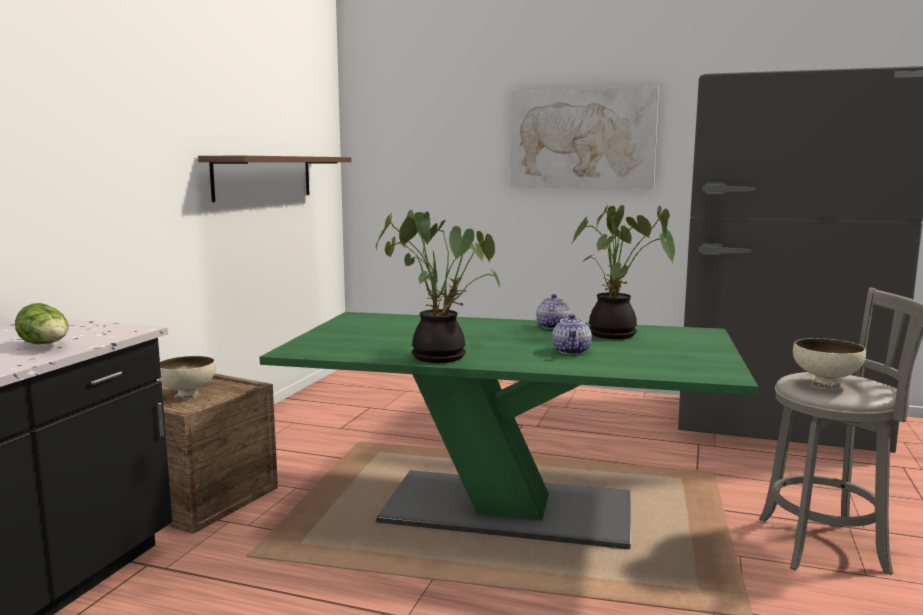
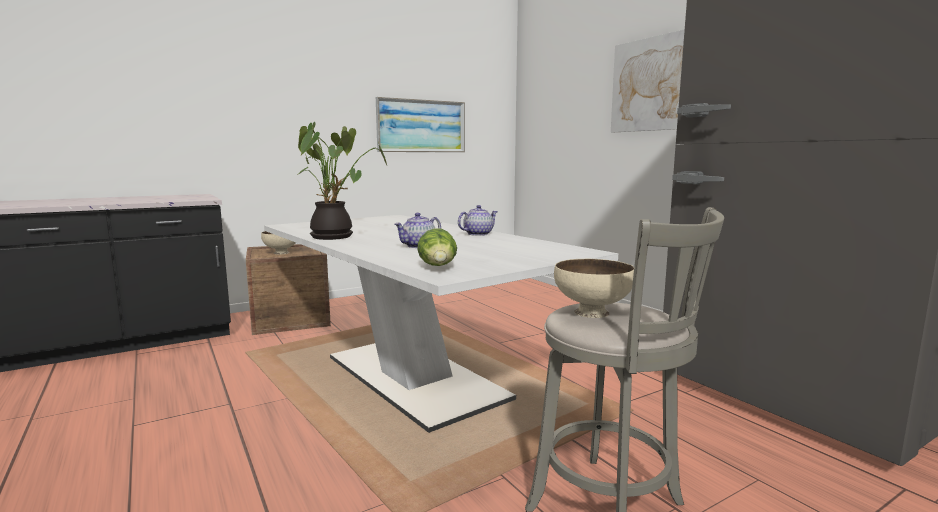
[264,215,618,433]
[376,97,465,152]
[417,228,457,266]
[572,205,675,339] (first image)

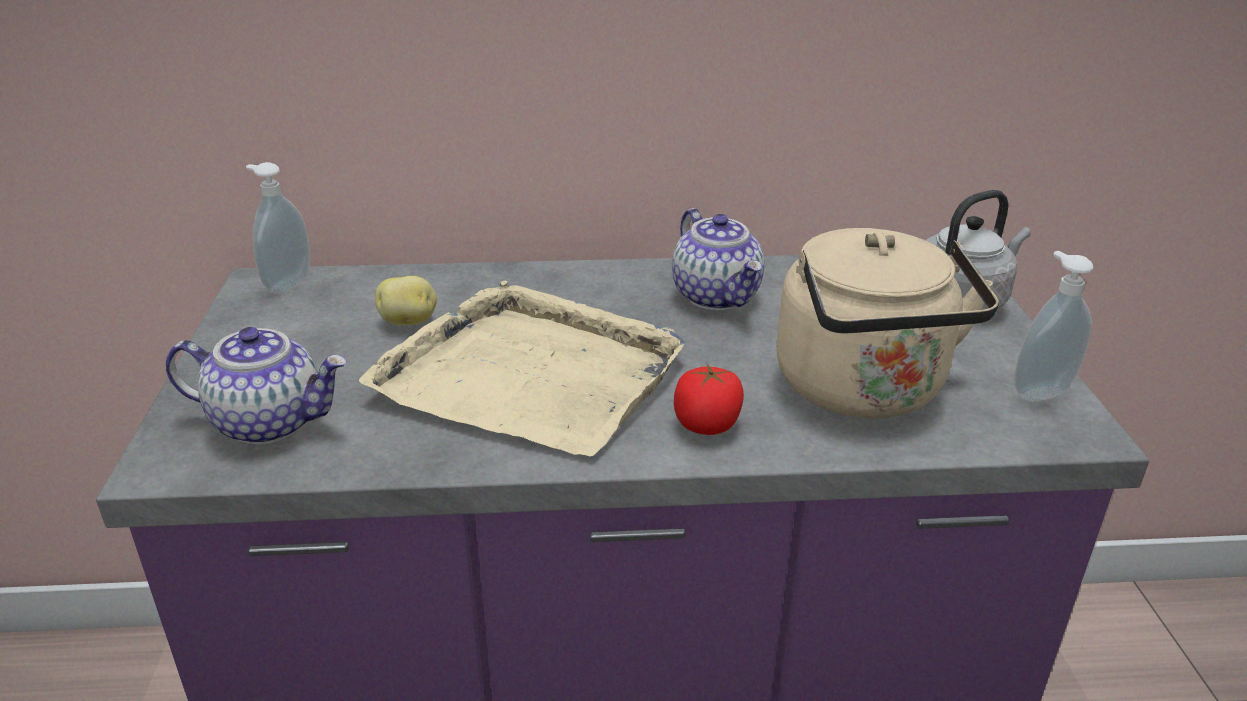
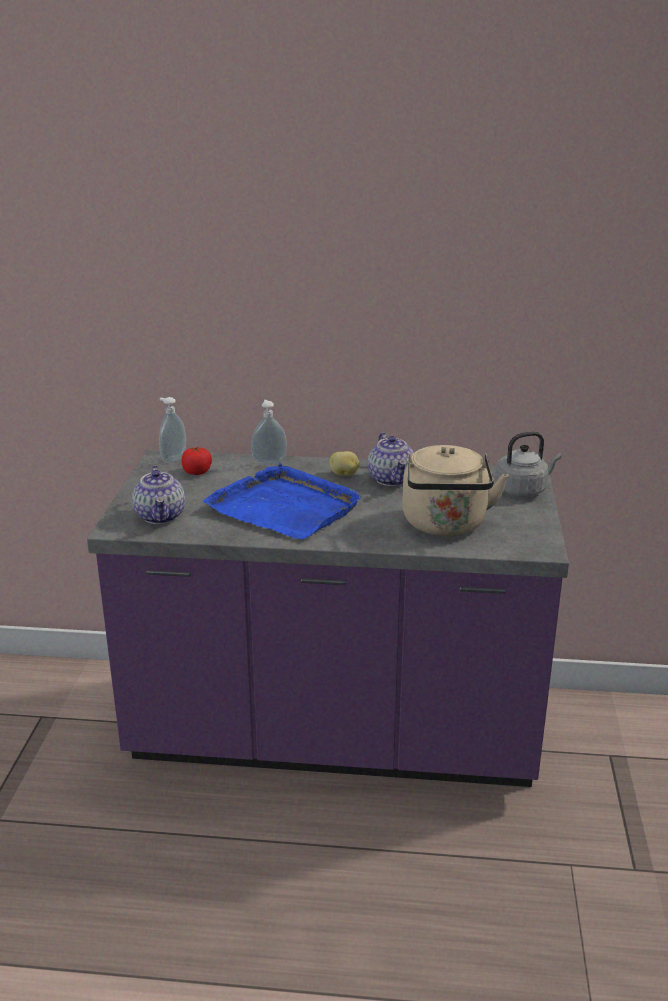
[132,466,185,524]
[182,447,212,475]
[203,463,362,540]
[251,400,287,466]
[329,451,359,476]

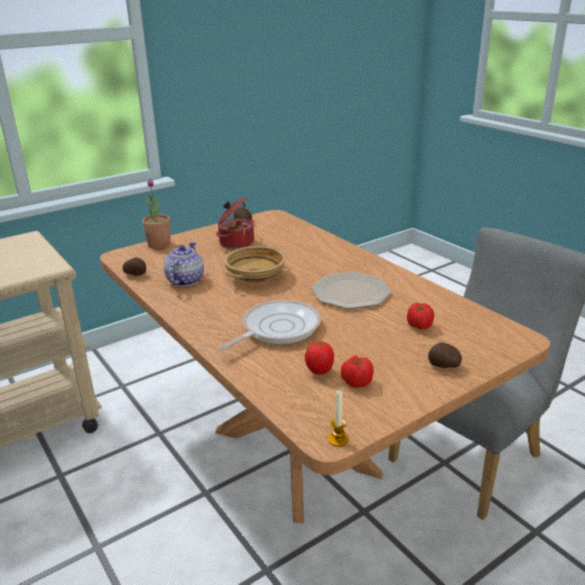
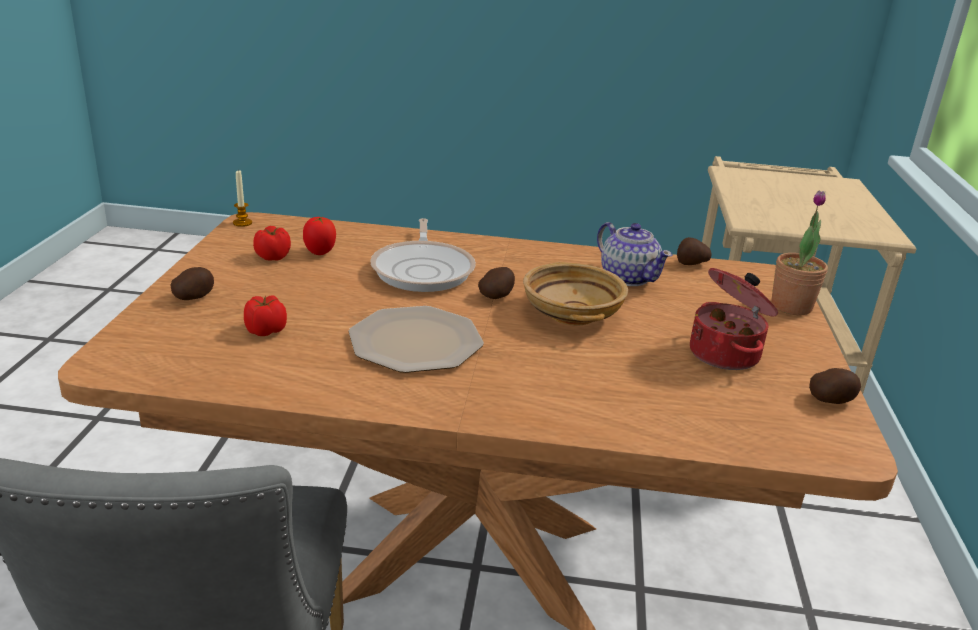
[478,267,515,299]

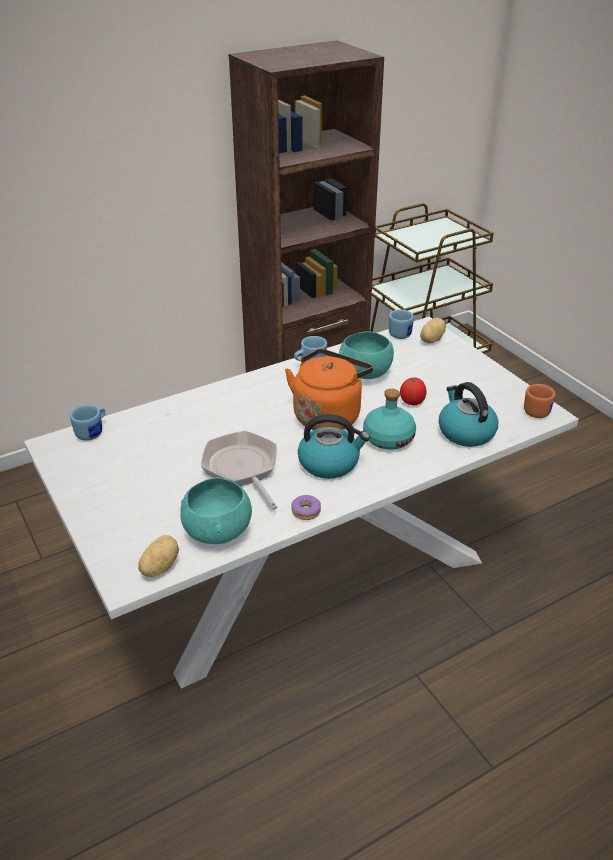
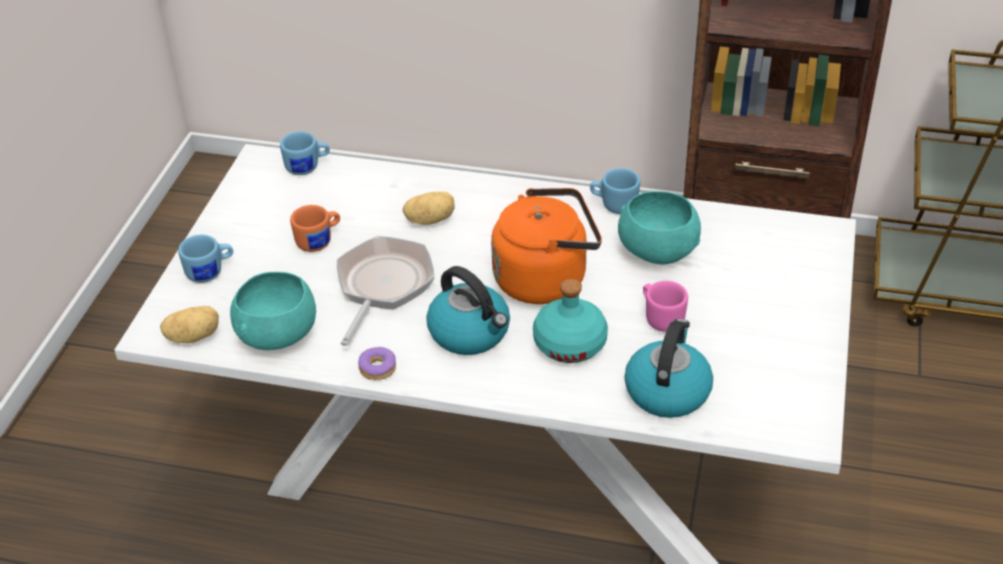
[178,235,233,283]
[290,205,340,252]
[403,192,455,225]
[643,281,688,332]

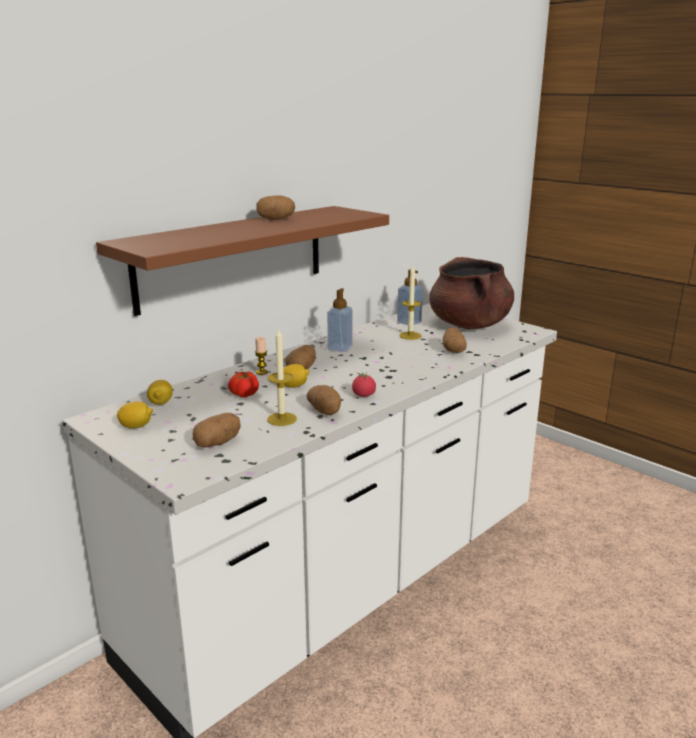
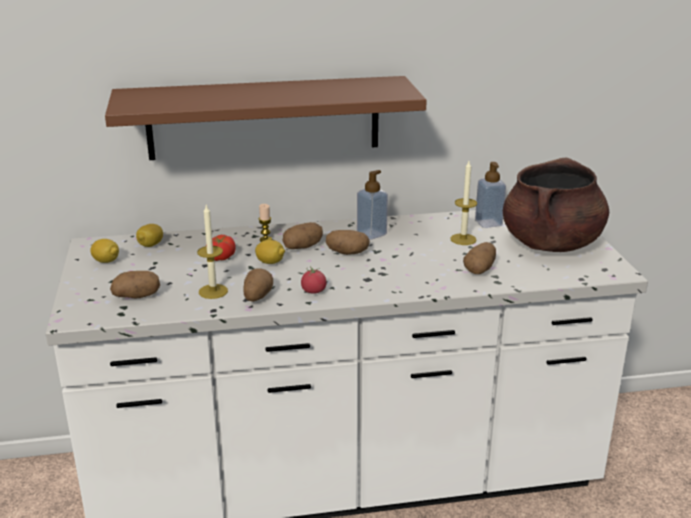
[326,230,370,255]

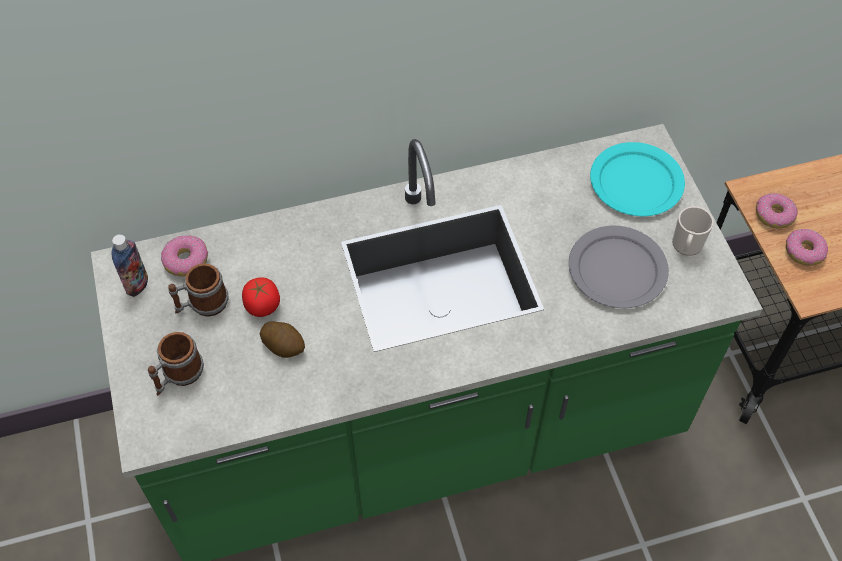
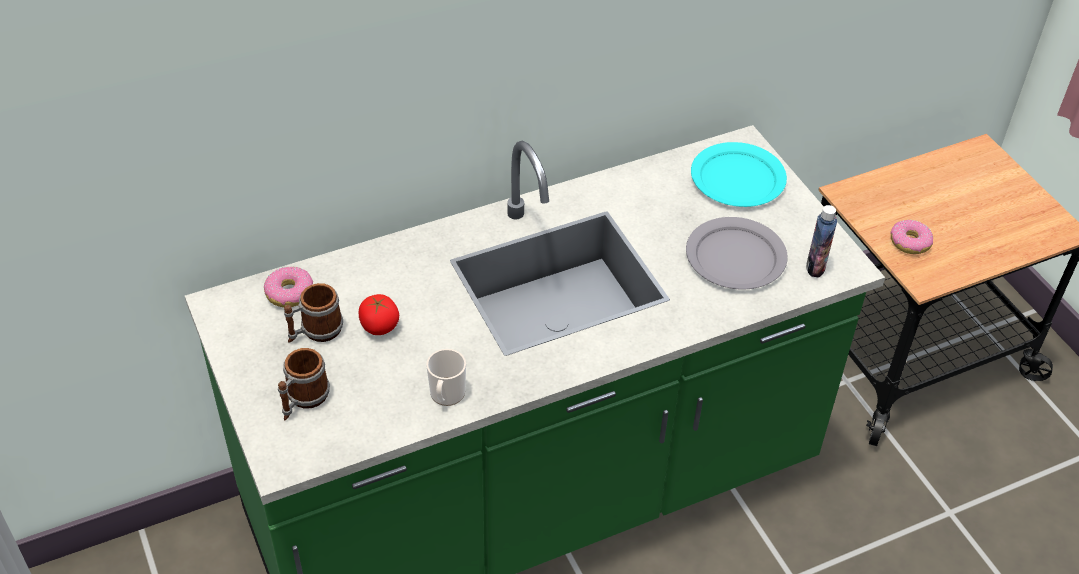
[426,349,466,406]
[806,205,837,278]
[260,321,305,358] (first image)
[756,193,798,229] (first image)

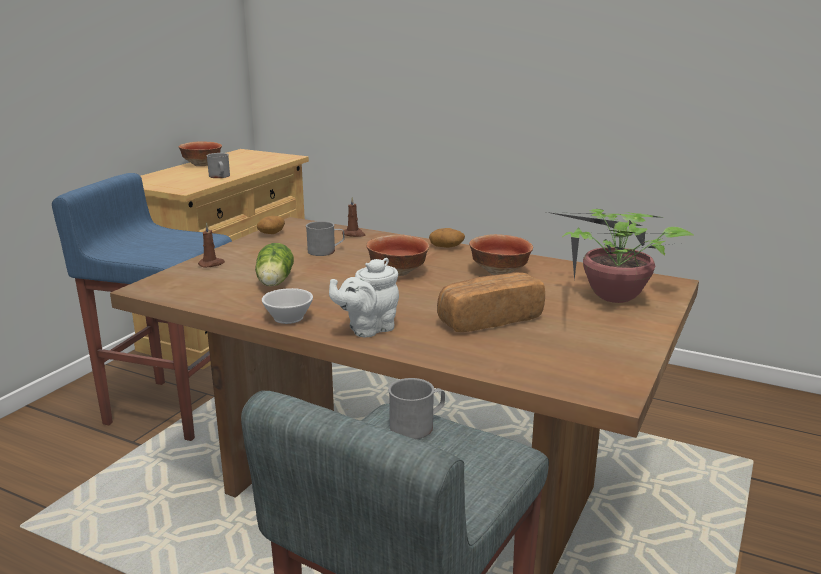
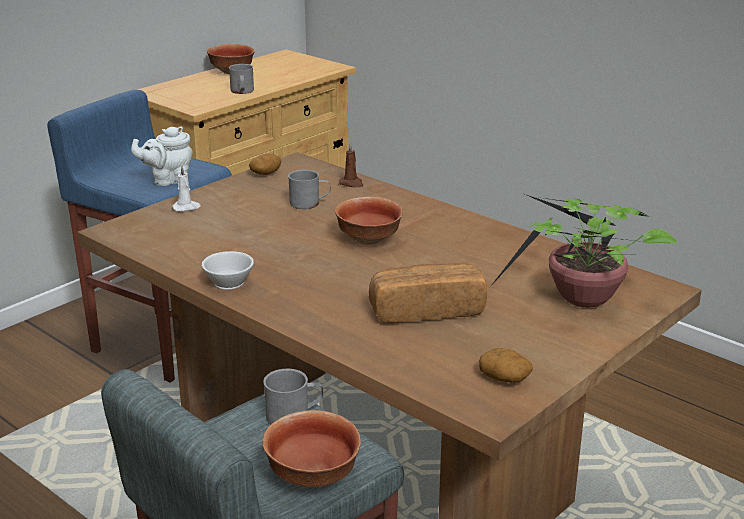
[131,126,193,186]
[172,166,201,211]
[262,410,361,487]
[479,348,533,383]
[255,243,294,287] (first image)

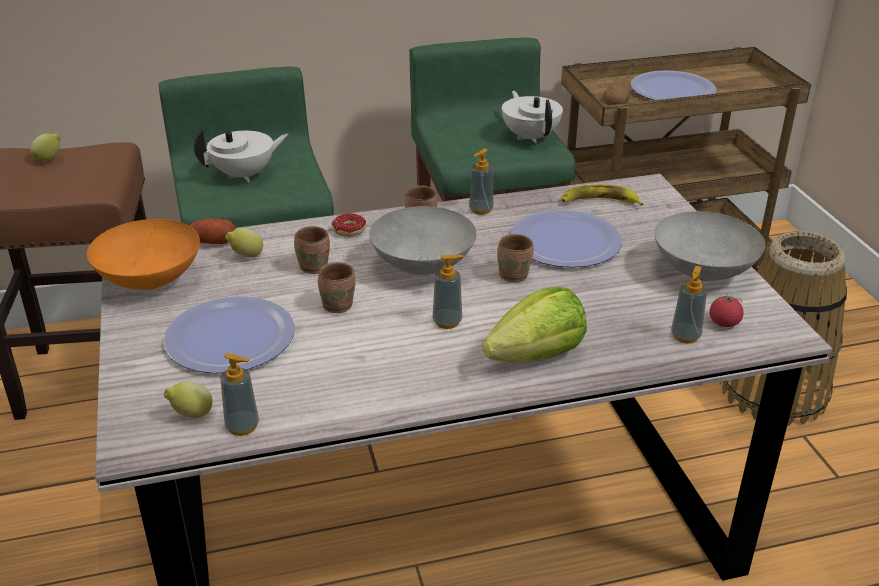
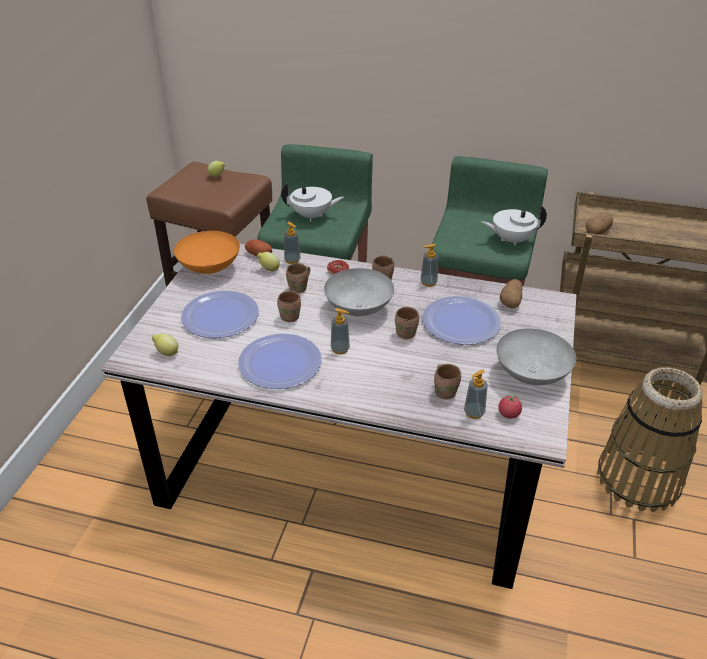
[238,334,322,389]
[284,222,301,264]
[434,364,461,400]
[481,205,547,246]
[500,279,522,308]
[483,287,587,362] (first image)

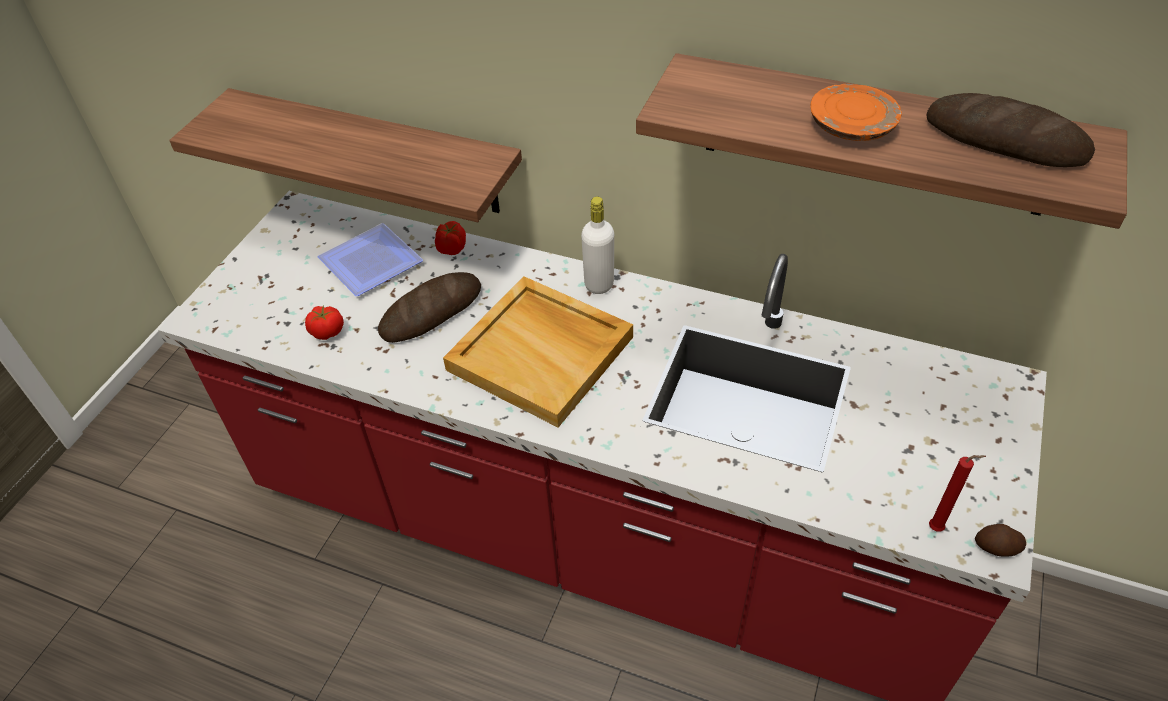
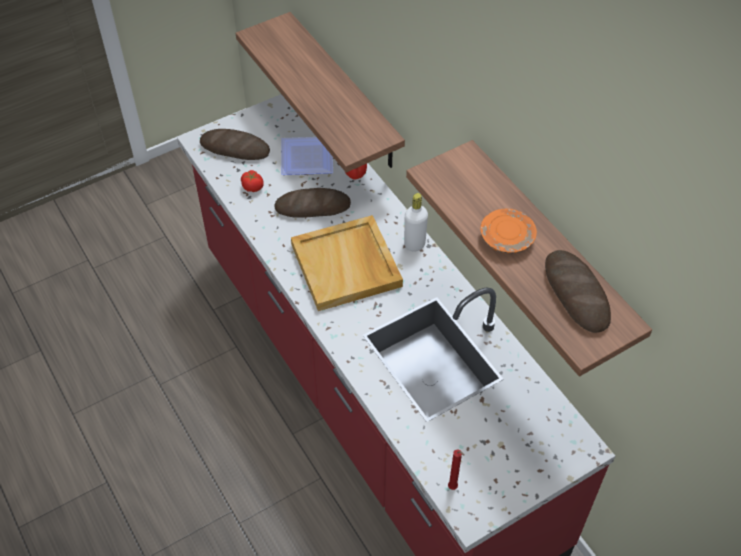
[200,129,270,160]
[975,524,1026,557] (first image)

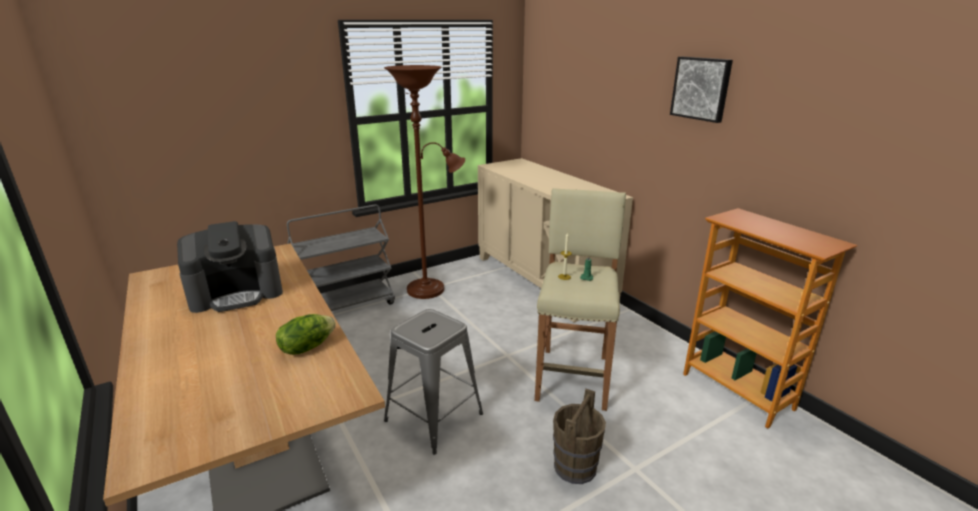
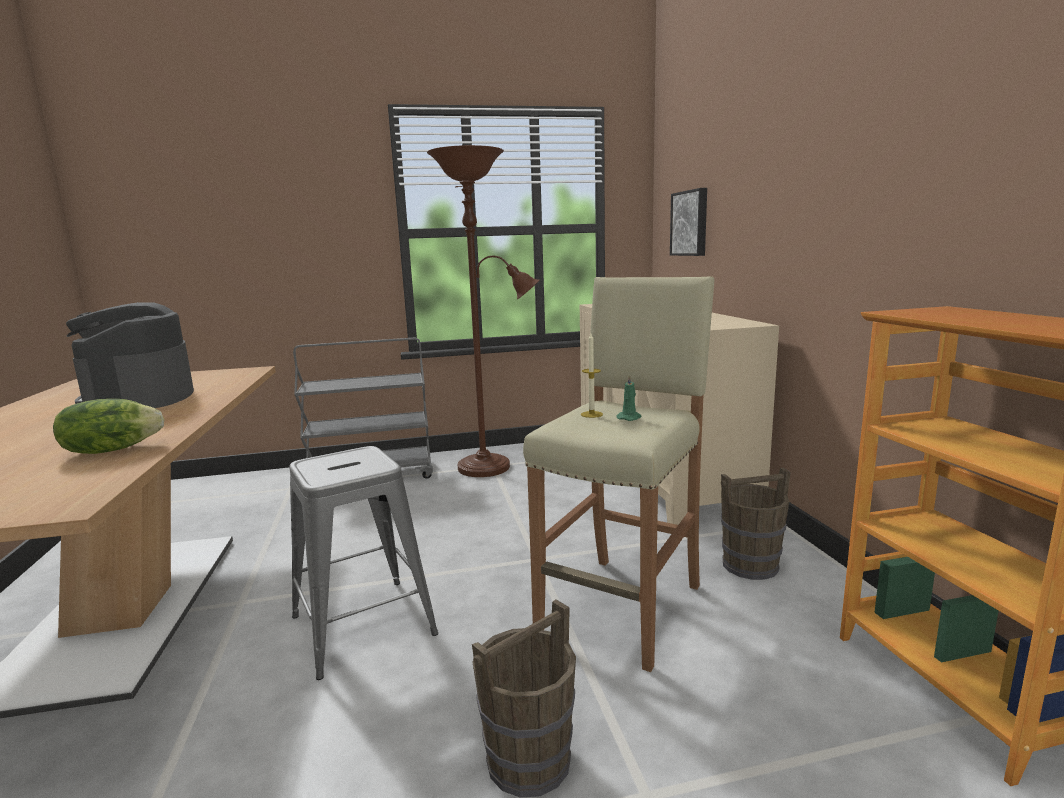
[66,302,194,408]
[670,188,707,256]
[721,468,791,580]

